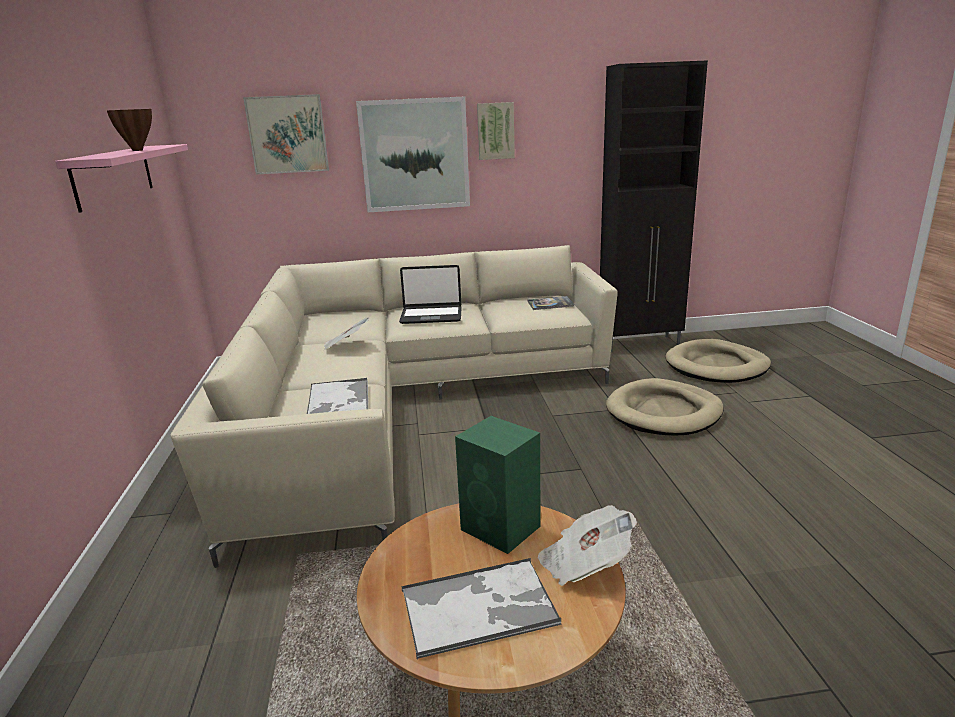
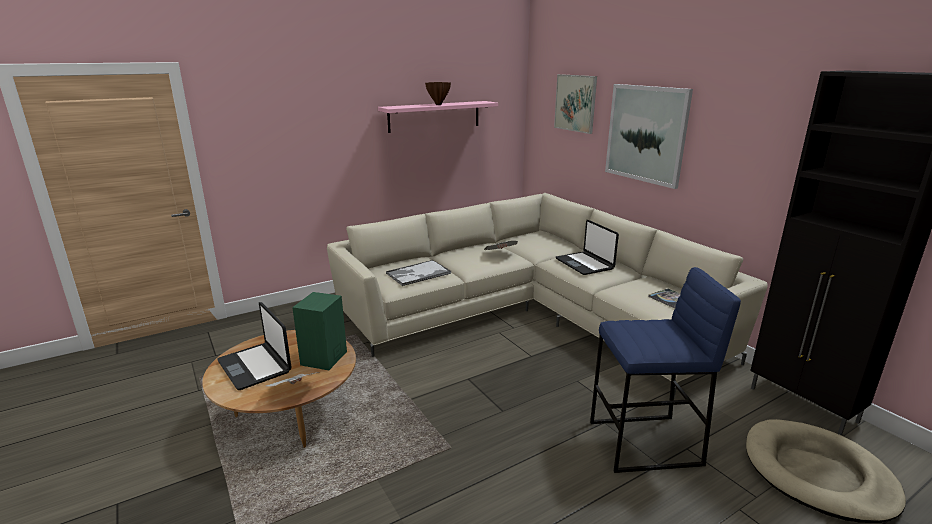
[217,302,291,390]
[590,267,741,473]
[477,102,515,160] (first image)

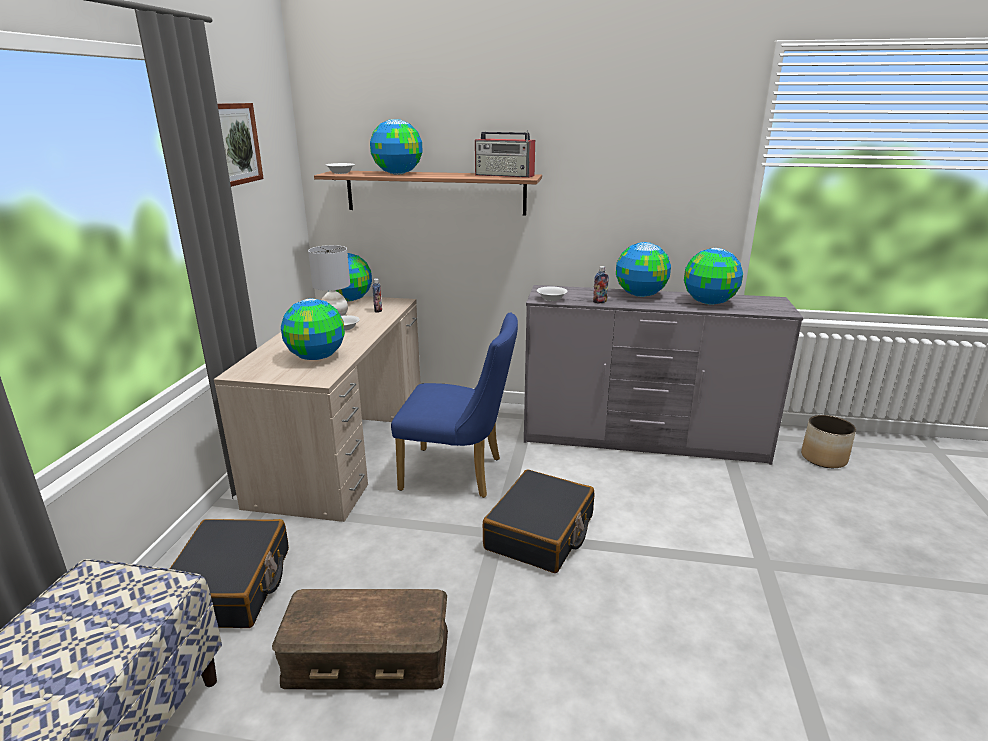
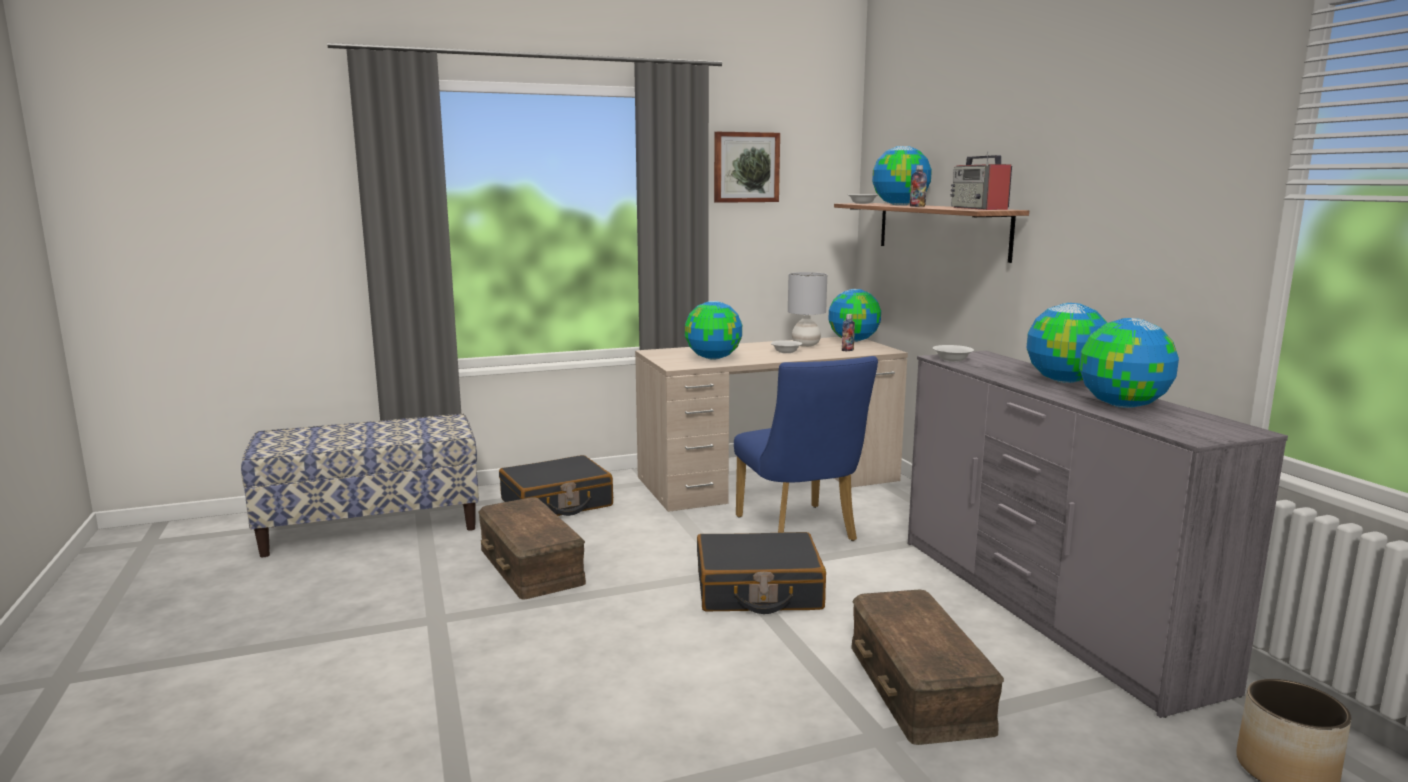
[851,589,1004,745]
[910,165,927,207]

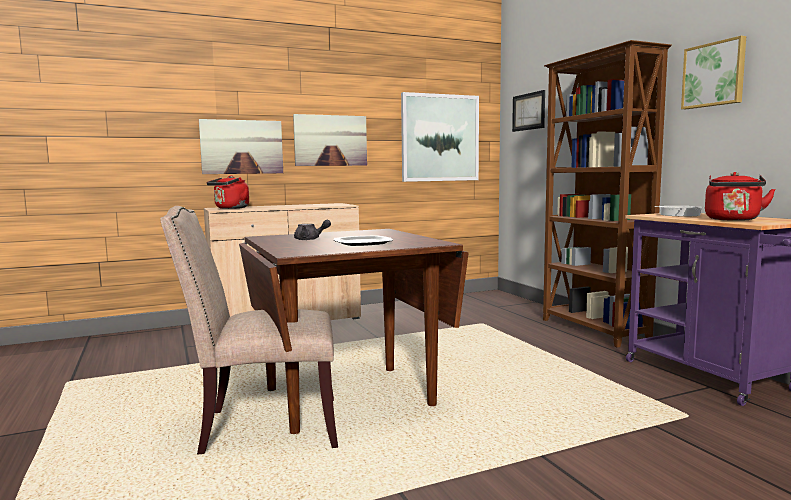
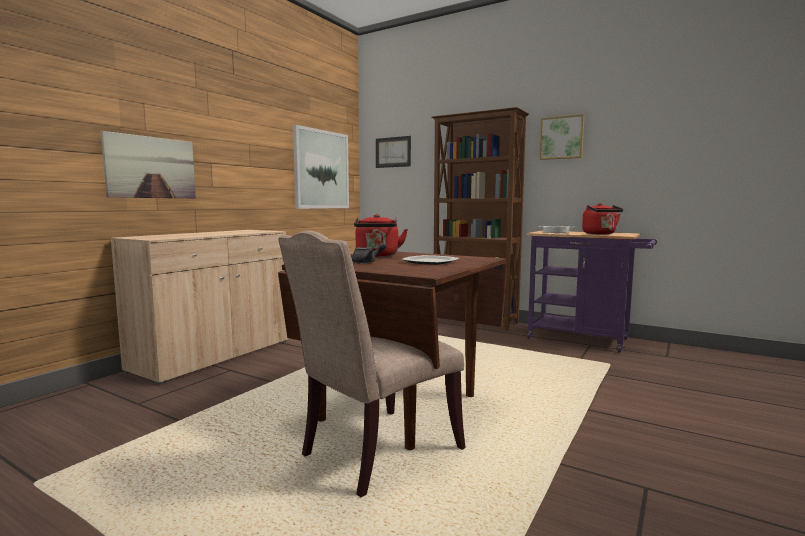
[354,214,408,257]
[293,114,367,166] (first image)

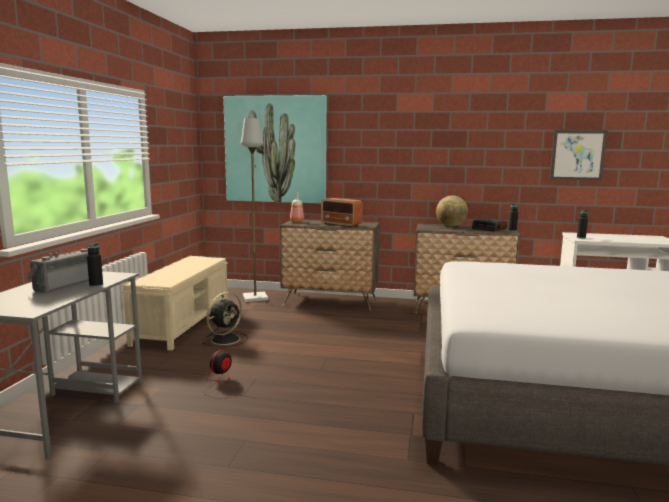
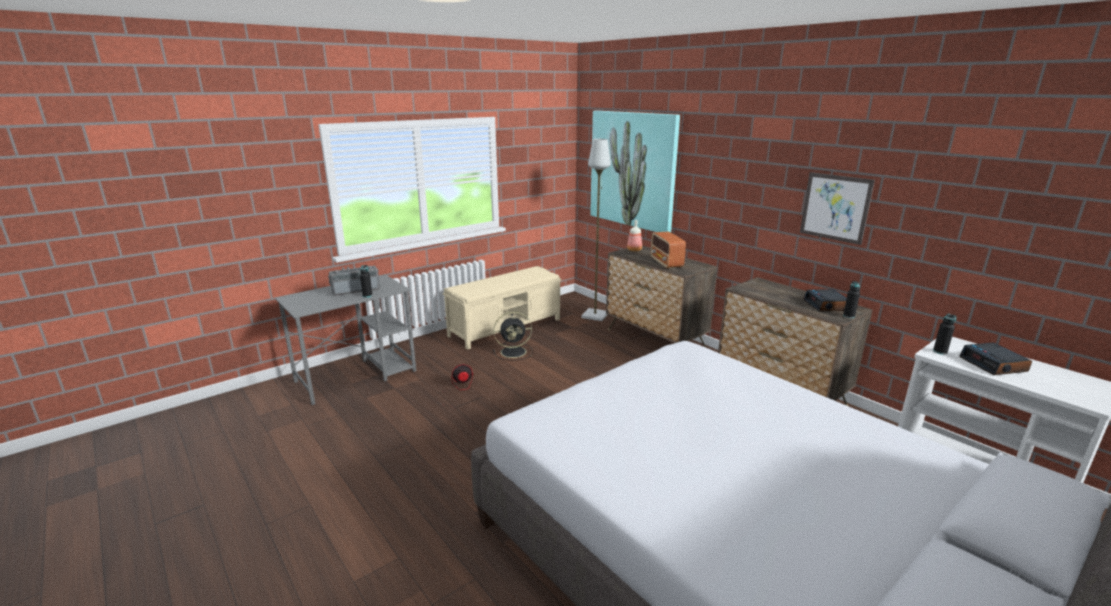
[800,172,875,245]
[959,343,1032,375]
[436,196,468,227] (first image)

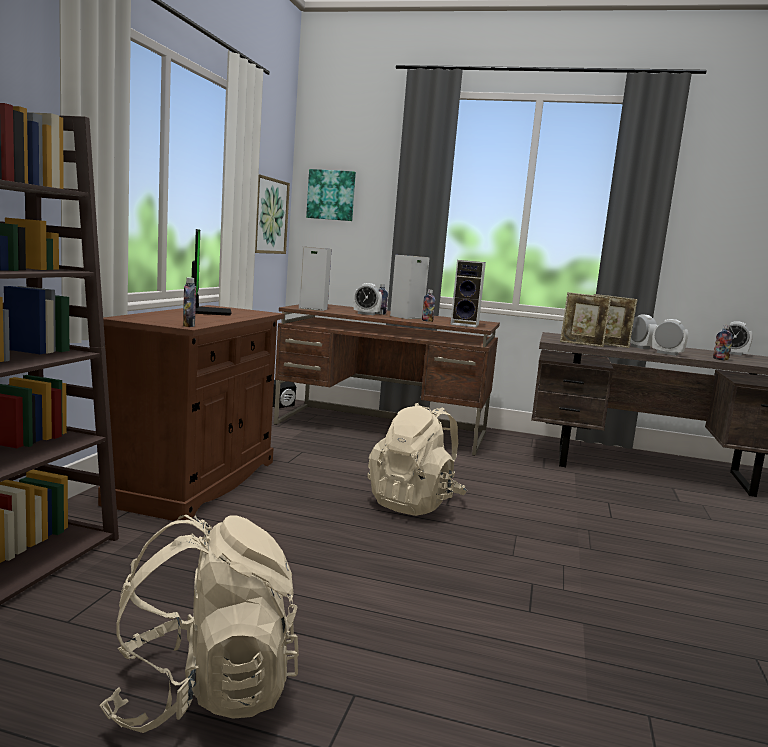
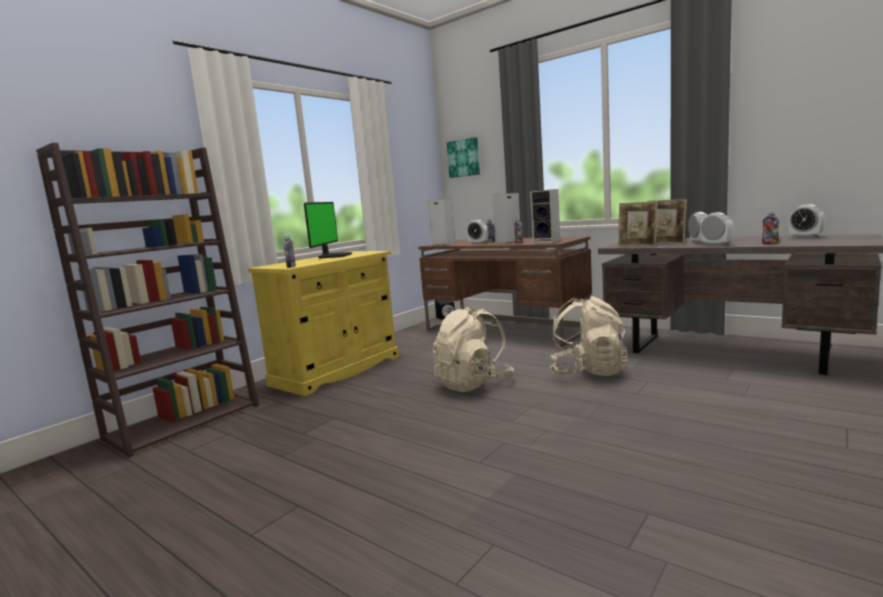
[248,251,399,396]
[549,296,628,376]
[255,174,290,254] (first image)

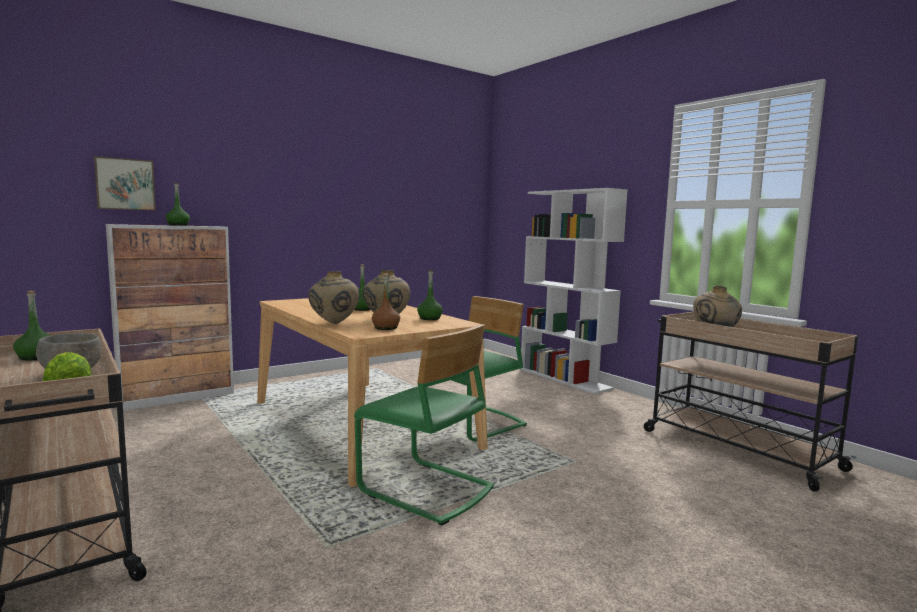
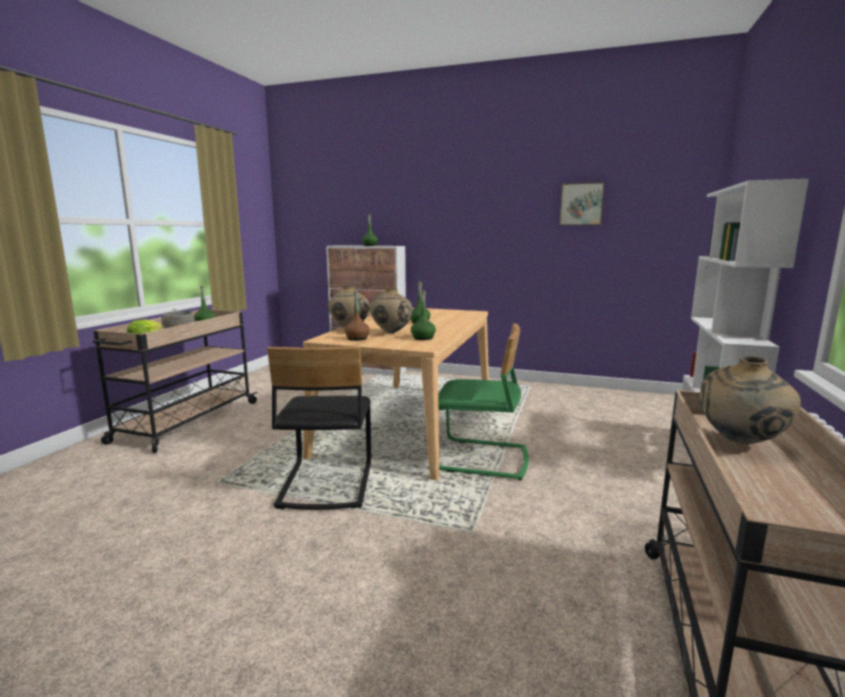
[267,347,371,510]
[559,182,605,225]

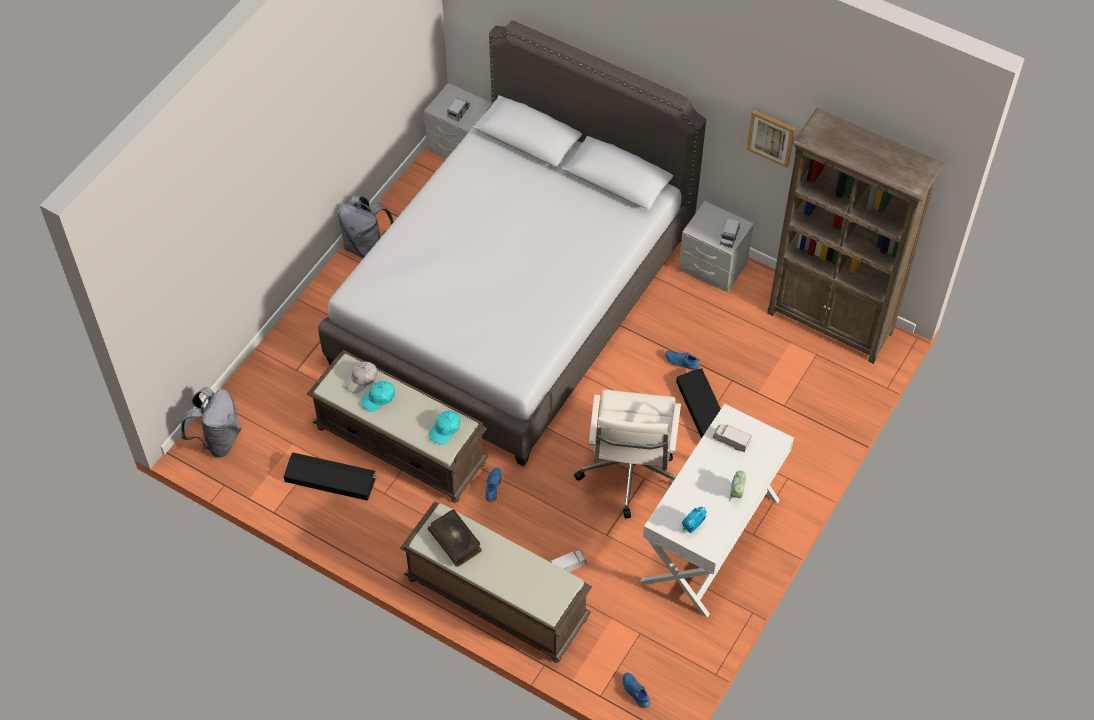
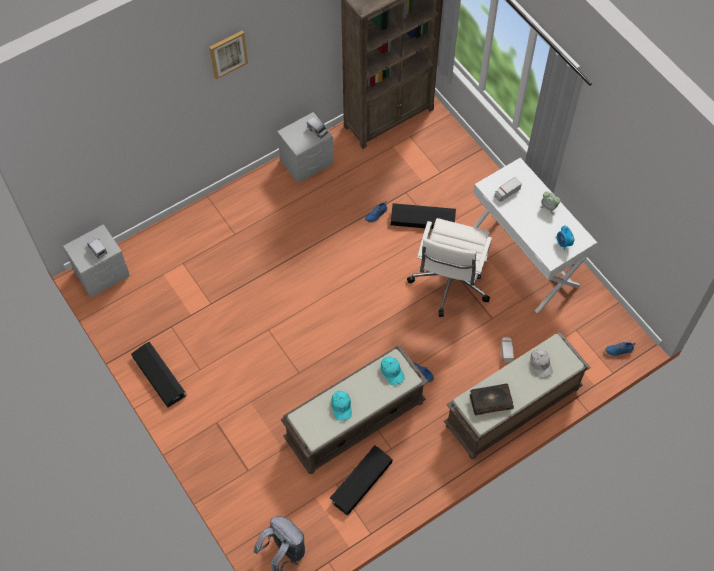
[131,342,187,407]
[209,31,248,79]
[407,218,492,317]
[531,349,553,378]
[318,21,706,467] (first image)

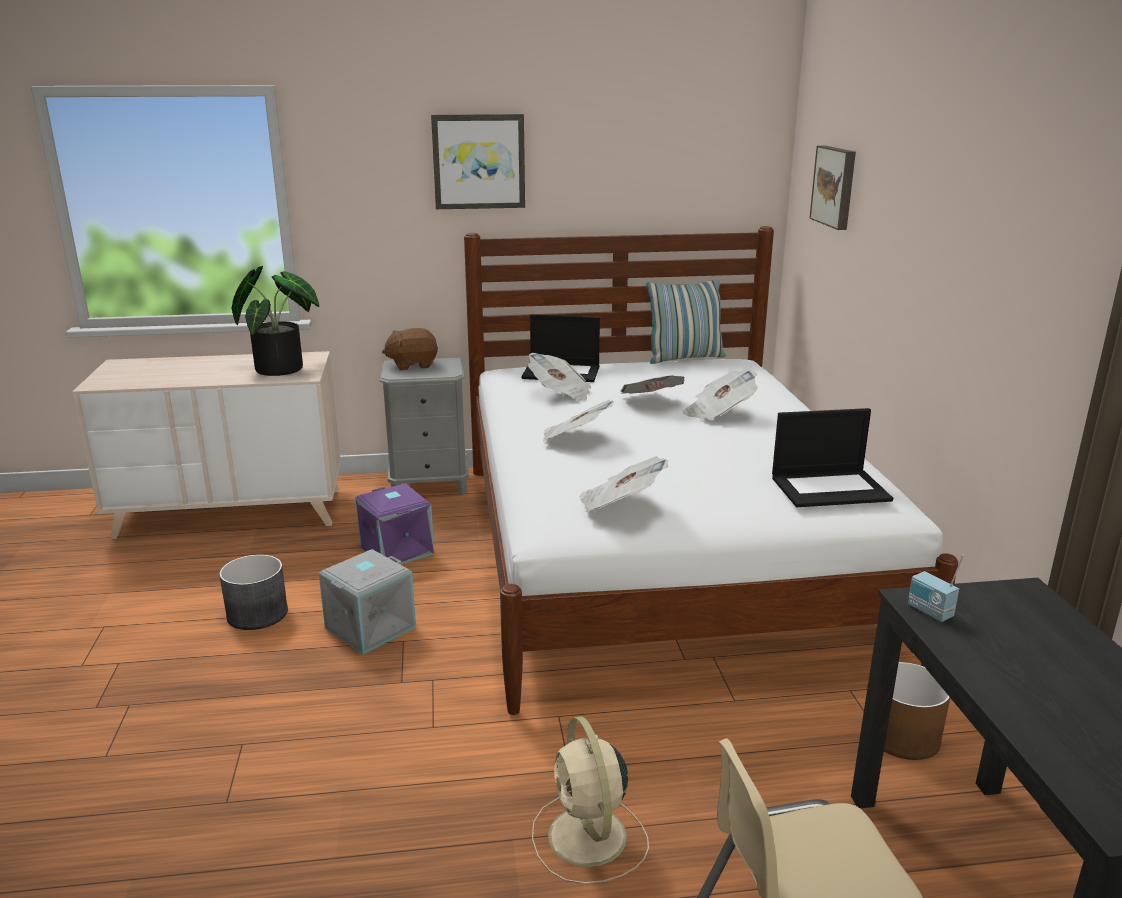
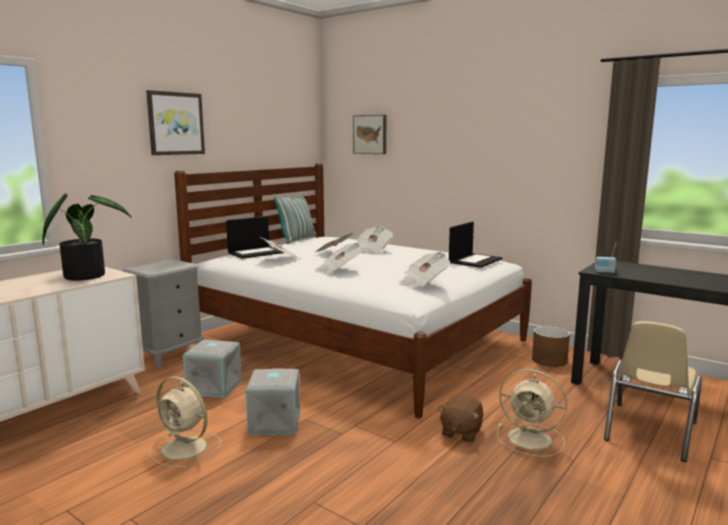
[149,376,221,468]
[183,340,242,398]
[438,395,484,442]

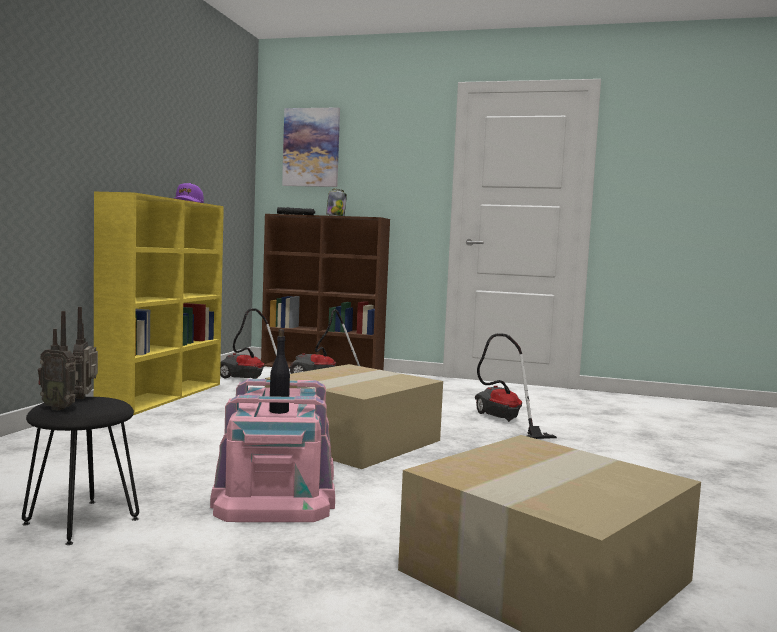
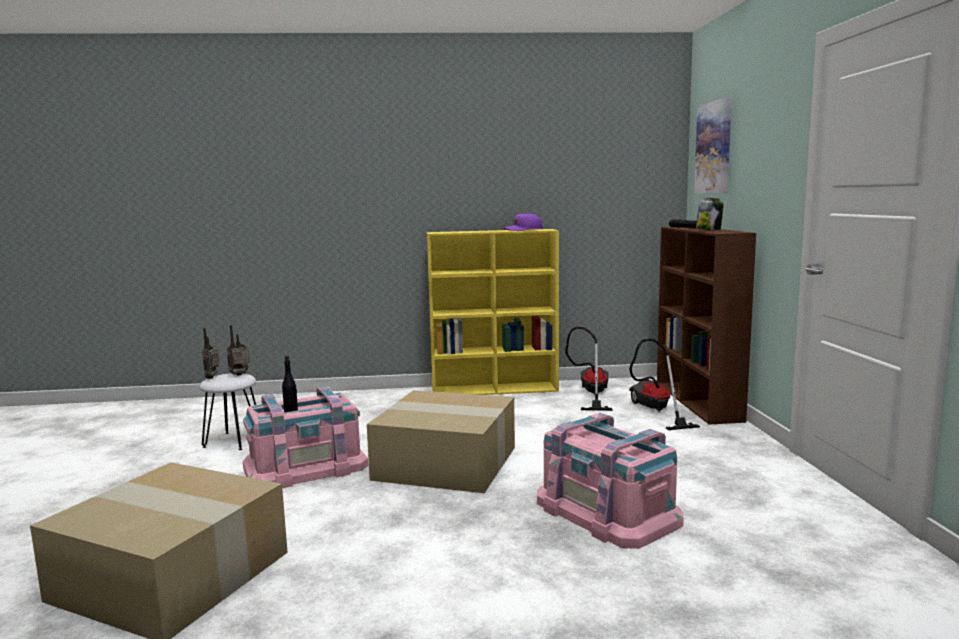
[200,373,256,450]
[537,413,684,549]

